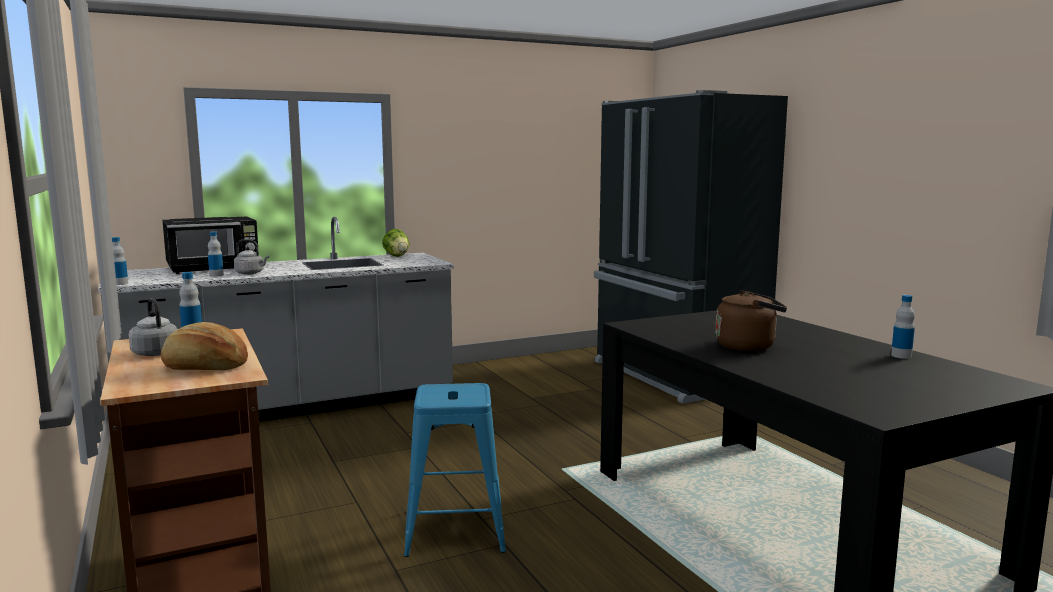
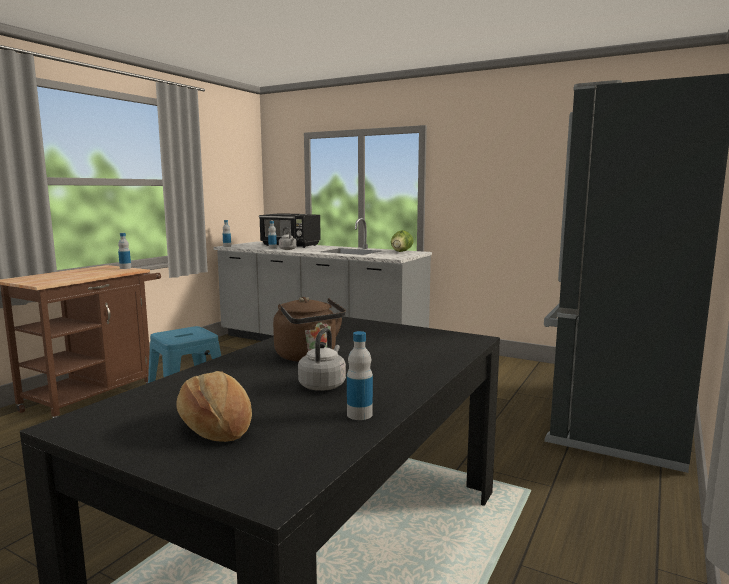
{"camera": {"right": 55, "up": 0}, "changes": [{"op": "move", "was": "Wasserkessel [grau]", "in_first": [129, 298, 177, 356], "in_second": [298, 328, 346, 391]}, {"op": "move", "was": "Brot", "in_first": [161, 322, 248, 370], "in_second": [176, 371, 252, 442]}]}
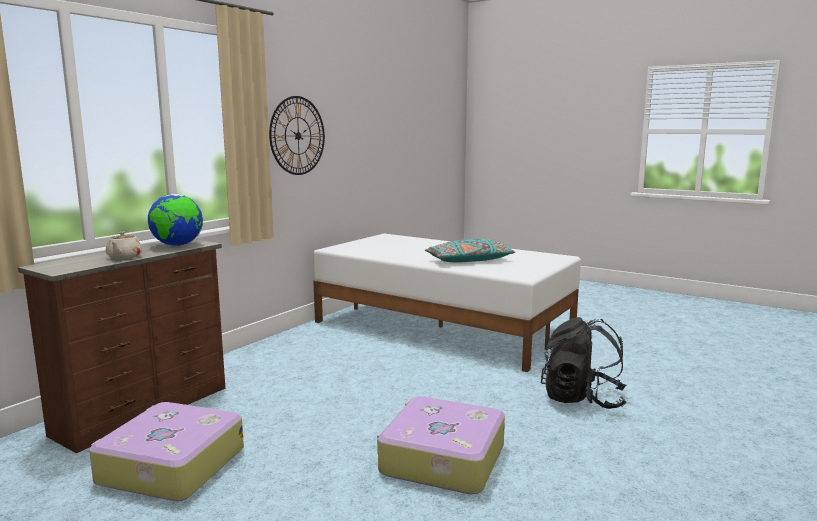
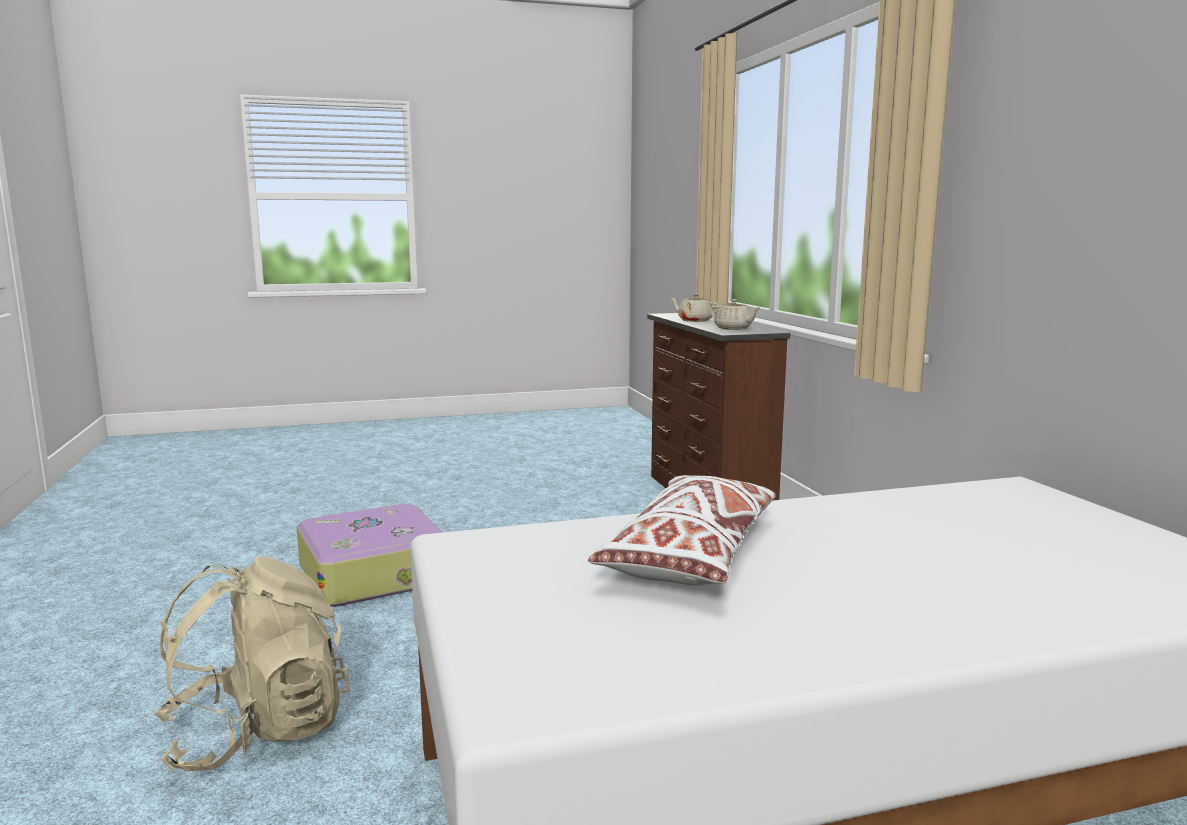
{"camera": {"right": 130, "up": 0}, "changes": [{"op": "delete", "was": "Wanduhr", "in_first": [269, 96, 325, 175]}, {"op": "replace", "was": "Globus", "now": "Teekanne [beige]", "in_first": [148, 194, 203, 246], "in_second": [710, 299, 761, 330]}, {"op": "recolor", "was": "Kissen [türkis]", "now": "Kissen [weiß]", "in_first": [425, 239, 515, 263], "in_second": [588, 475, 776, 586]}, {"op": "recolor", "was": "Rucksack [schwarz]", "now": "Rucksack [beige]", "in_first": [541, 317, 627, 409], "in_second": [155, 556, 350, 772]}, {"op": "delete", "was": "Koffer", "in_first": [89, 402, 244, 501]}]}
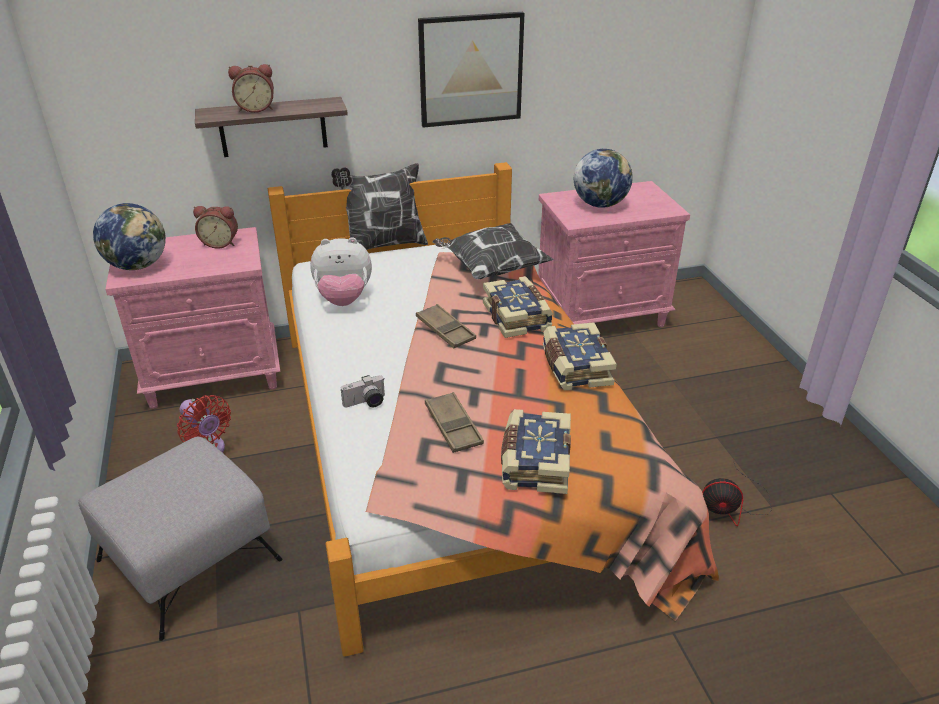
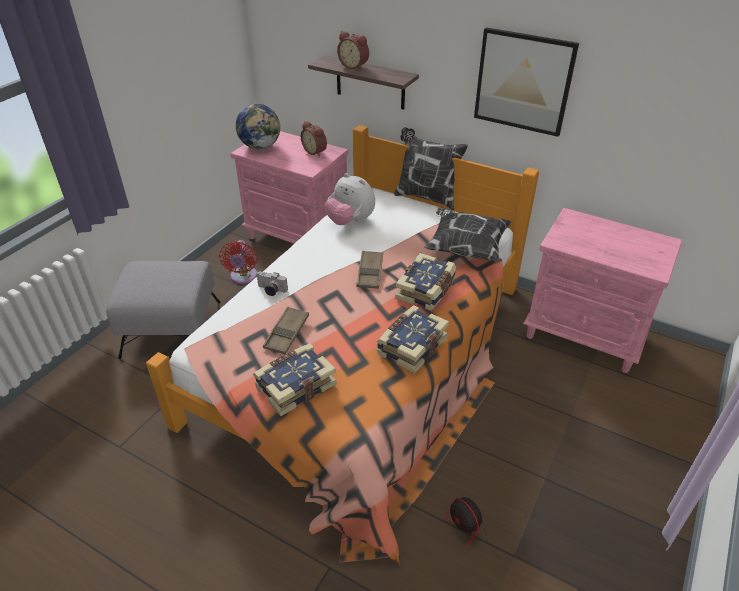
{"camera": {"right": 45, "up": 5}, "changes": [{"op": "delete", "was": "Globus", "in_first": [574, 149, 633, 208]}]}
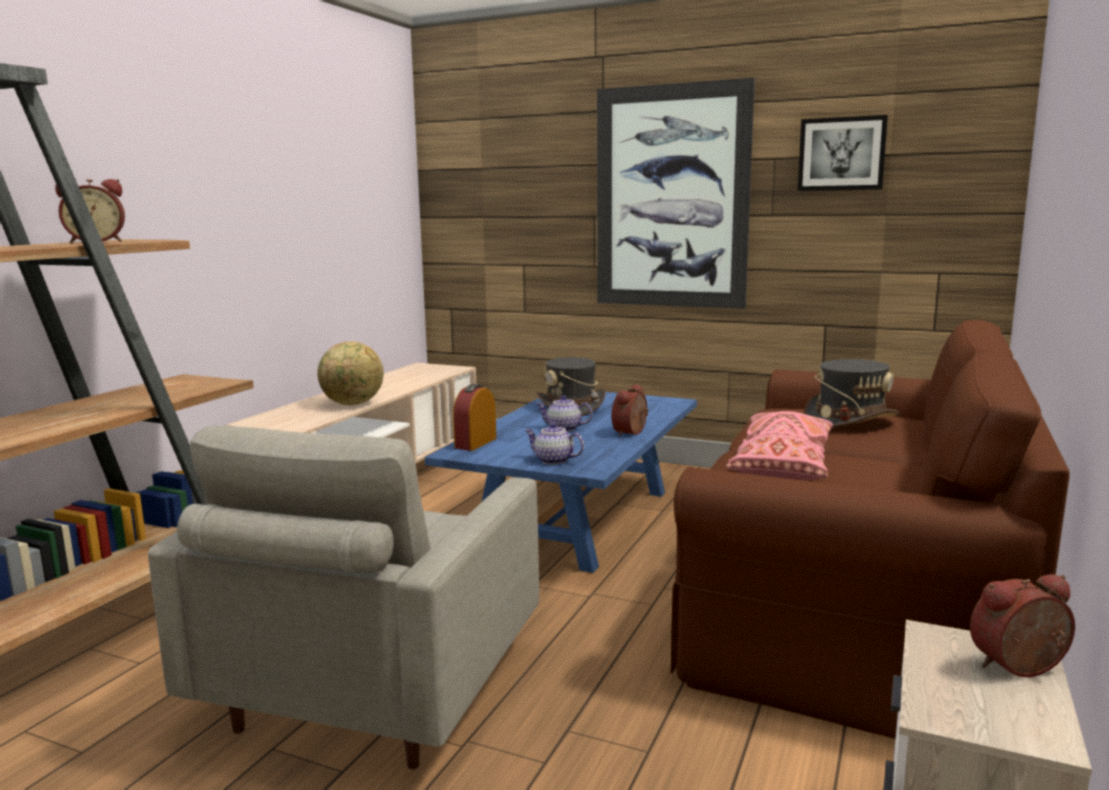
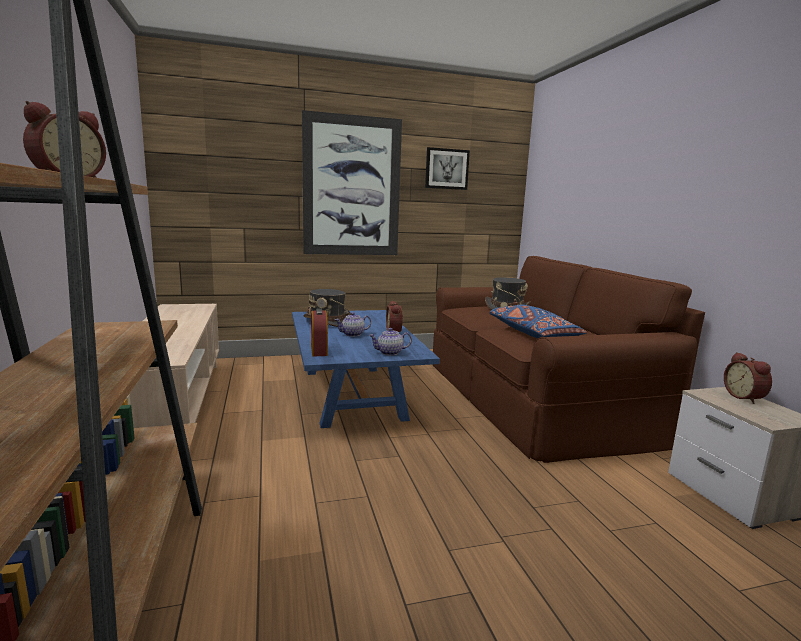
{"camera": {"right": -40, "up": 0}, "changes": [{"op": "delete", "was": "Globus", "in_first": [318, 341, 384, 405]}, {"op": "recolor", "was": "Kissen [rosa]", "now": "Kissen [blau]", "in_first": [726, 411, 833, 481], "in_second": [489, 305, 587, 338]}, {"op": "delete", "was": "Sessel [grau]", "in_first": [148, 425, 539, 769]}, {"op": "rotate", "was": "Wecker", "in_first": [970, 574, 1075, 677], "in_second": [724, 352, 772, 404], "clockwise": -45}]}
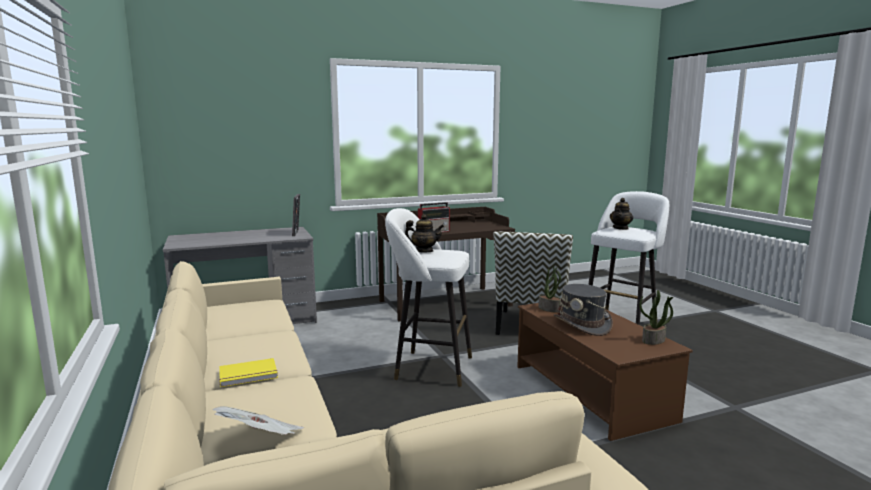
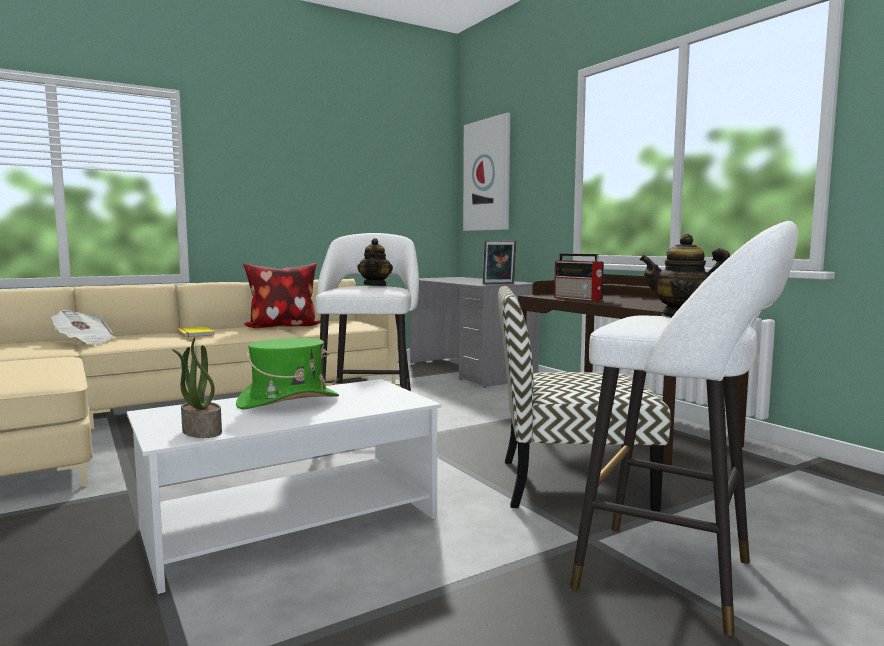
{"camera": {"right": 80, "up": -5}, "changes": [{"op": "delete", "was": "Topfpflanze", "in_first": [538, 266, 561, 312]}, {"op": "recolor", "was": "Hut [grau]", "now": "Hut [grün]", "in_first": [554, 284, 613, 336], "in_second": [236, 338, 339, 409]}, {"op": "recolor", "was": "Couchtisch [braun]", "now": "Couchtisch [weiß]", "in_first": [517, 303, 693, 441], "in_second": [127, 379, 441, 594]}, {"op": "insert", "now": "Bild", "in_second": [463, 113, 510, 231]}, {"op": "insert", "now": "Kissen", "in_second": [243, 263, 321, 328]}]}
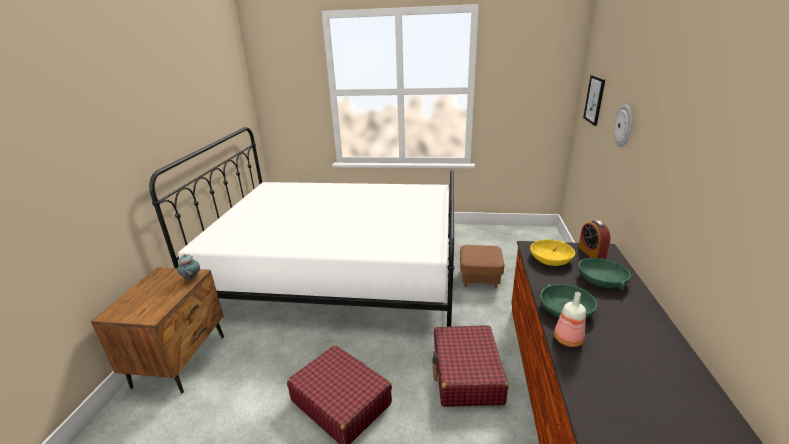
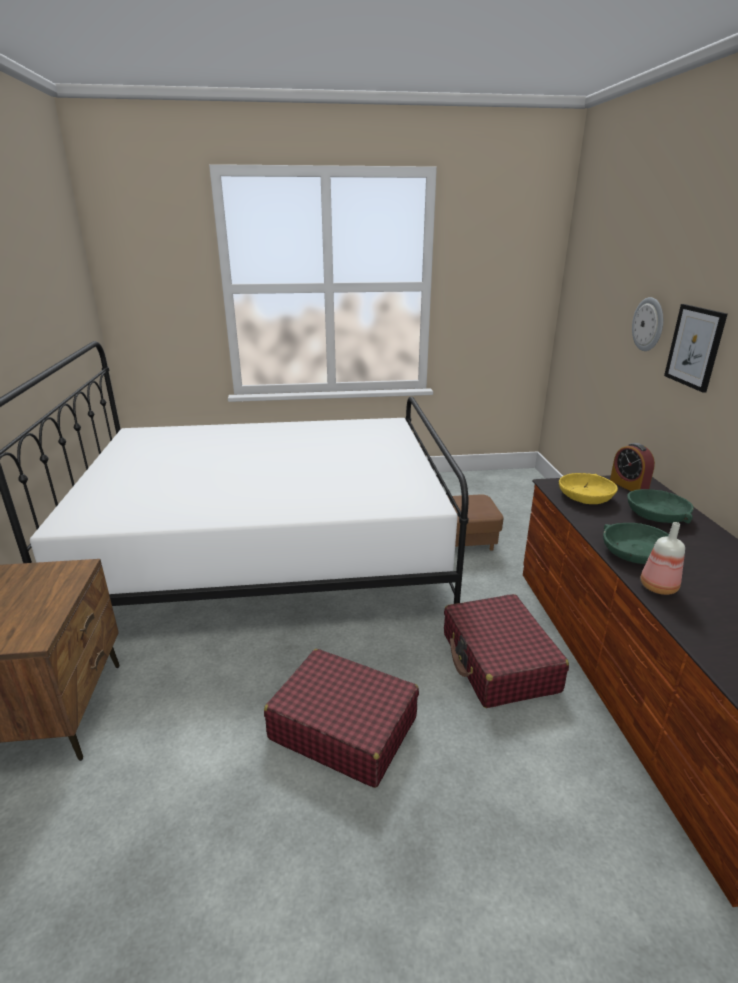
{"camera": {"right": -15, "up": 0}, "changes": [{"op": "move", "was": "Bild", "in_first": [583, 75, 605, 126], "in_second": [664, 304, 727, 393]}, {"op": "delete", "was": "Teekanne", "in_first": [177, 254, 200, 280]}]}
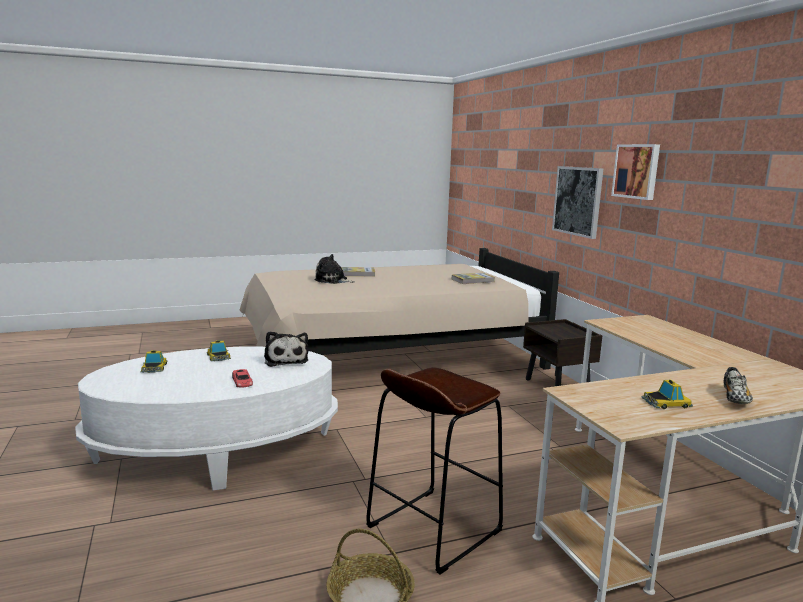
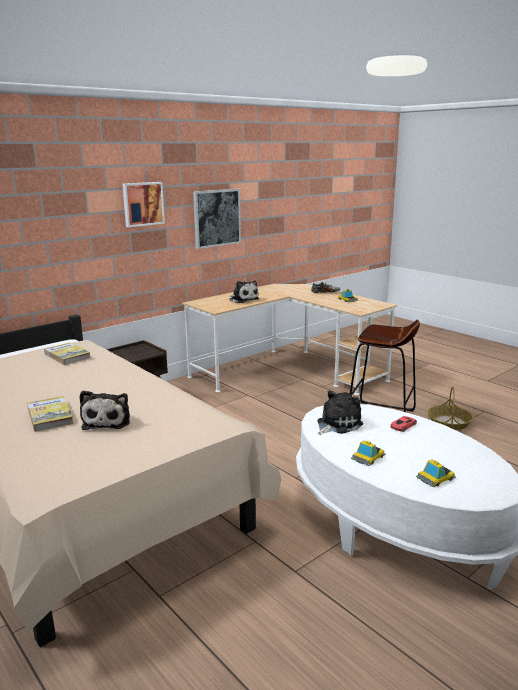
{"camera": {"right": -110, "up": 5}, "changes": [{"op": "move", "was": "Bild", "in_first": [552, 166, 603, 239], "in_second": [193, 189, 241, 249]}, {"op": "insert", "now": "Plüschtier", "in_second": [229, 280, 259, 303]}]}
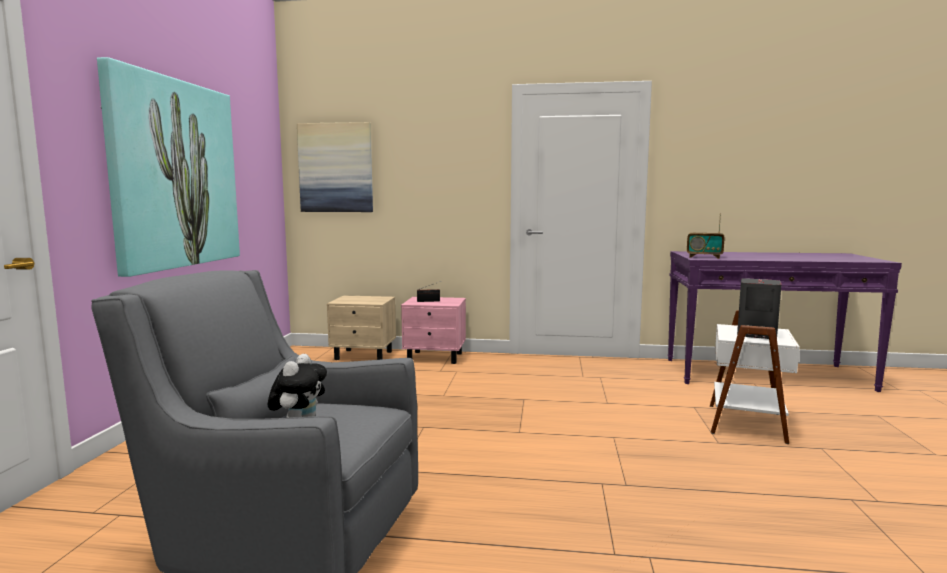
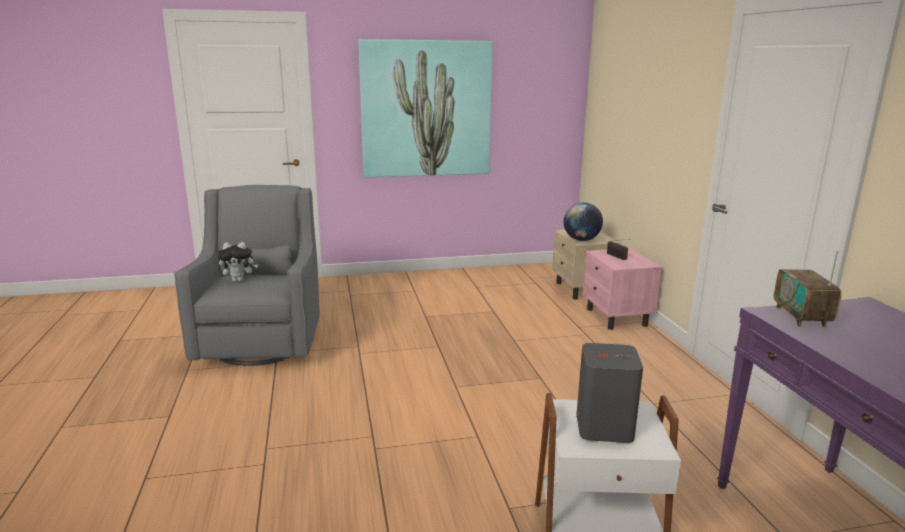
{"camera": {"right": 70, "up": 10}, "changes": [{"op": "delete", "was": "Bild", "in_first": [297, 122, 373, 212]}, {"op": "insert", "now": "Globus", "in_second": [564, 202, 603, 241]}]}
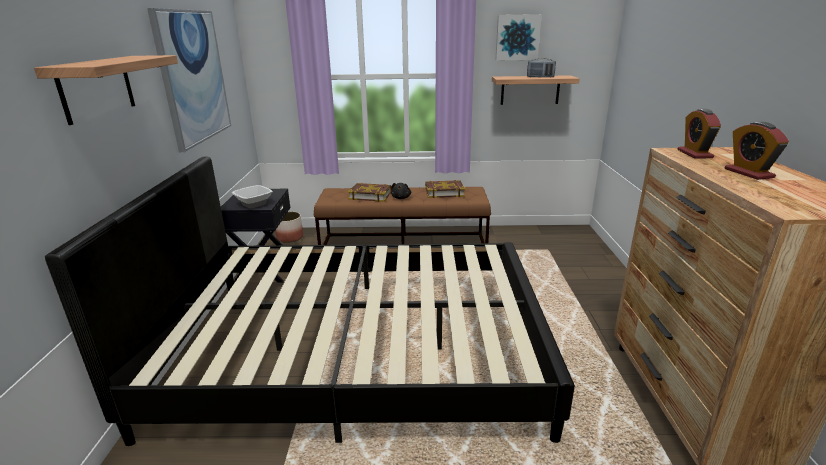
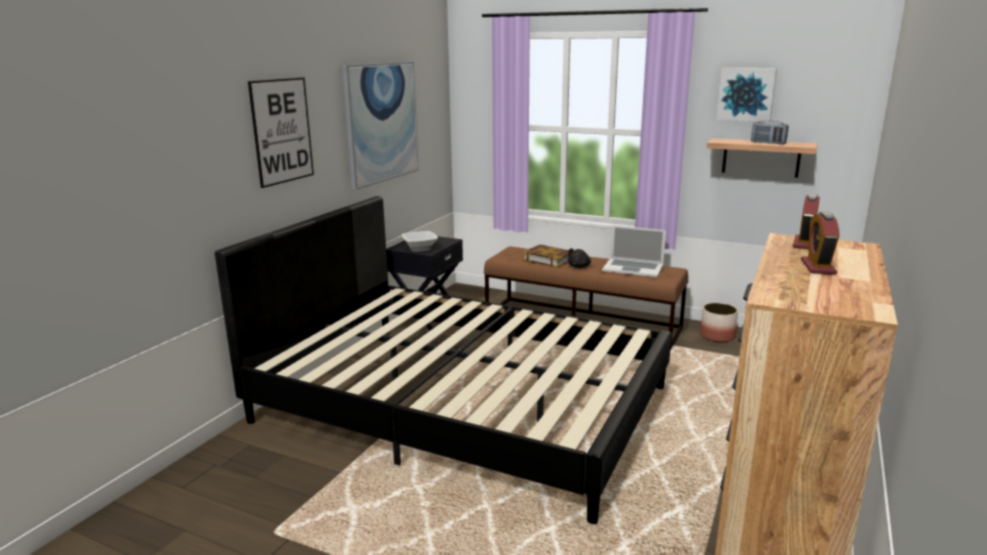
{"camera": {"right": 25, "up": -5}, "changes": [{"op": "replace", "was": "Wandregal", "now": "Bild", "in_first": [34, 55, 178, 125], "in_second": [248, 77, 314, 188]}, {"op": "replace", "was": "Buch", "now": "Laptop", "in_first": [425, 180, 465, 198], "in_second": [602, 225, 666, 277]}, {"op": "move", "was": "Pflanzkübel", "in_first": [275, 212, 303, 243], "in_second": [700, 303, 738, 342]}]}
